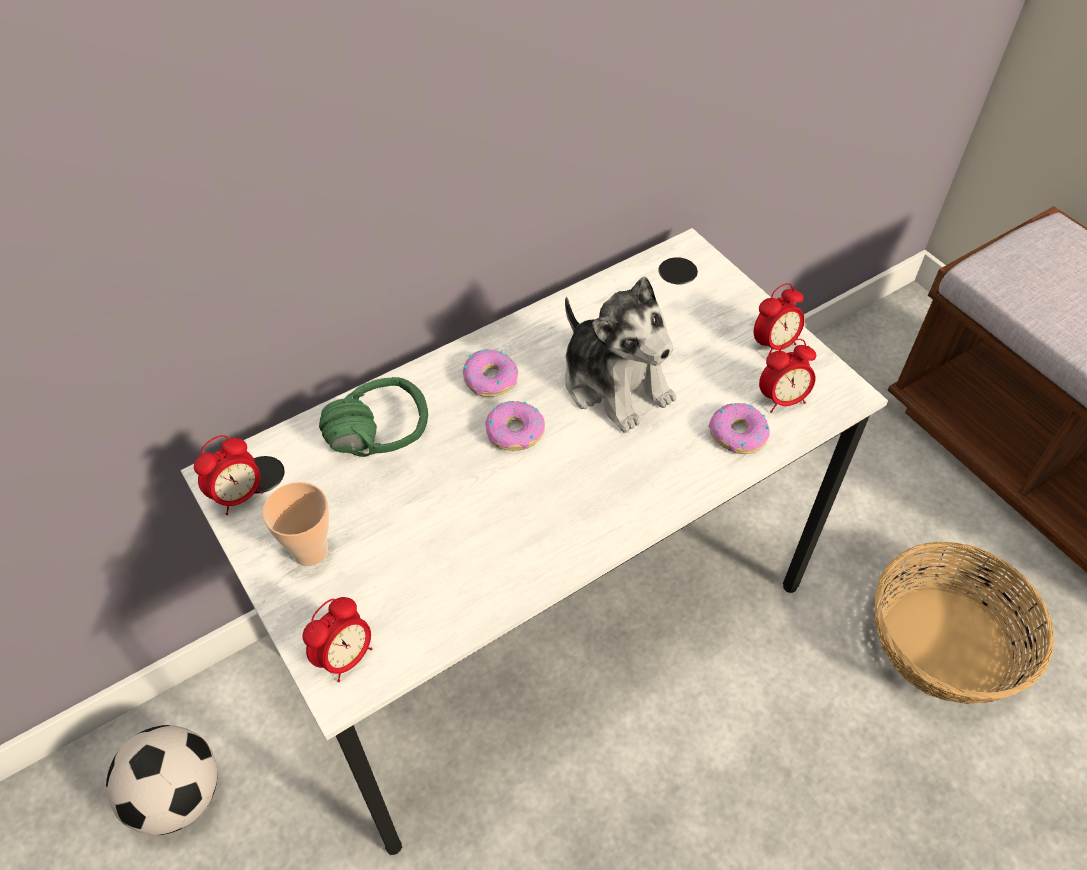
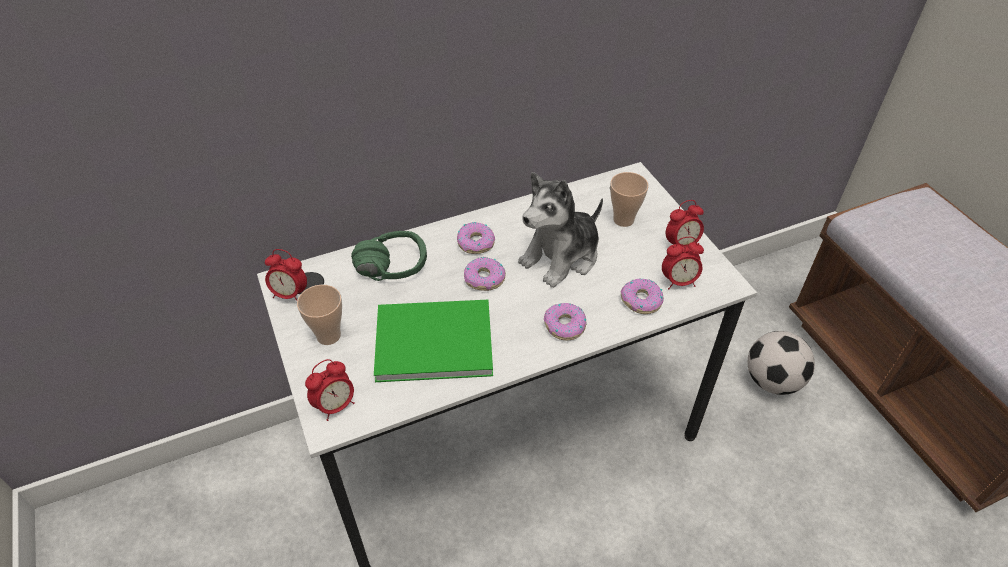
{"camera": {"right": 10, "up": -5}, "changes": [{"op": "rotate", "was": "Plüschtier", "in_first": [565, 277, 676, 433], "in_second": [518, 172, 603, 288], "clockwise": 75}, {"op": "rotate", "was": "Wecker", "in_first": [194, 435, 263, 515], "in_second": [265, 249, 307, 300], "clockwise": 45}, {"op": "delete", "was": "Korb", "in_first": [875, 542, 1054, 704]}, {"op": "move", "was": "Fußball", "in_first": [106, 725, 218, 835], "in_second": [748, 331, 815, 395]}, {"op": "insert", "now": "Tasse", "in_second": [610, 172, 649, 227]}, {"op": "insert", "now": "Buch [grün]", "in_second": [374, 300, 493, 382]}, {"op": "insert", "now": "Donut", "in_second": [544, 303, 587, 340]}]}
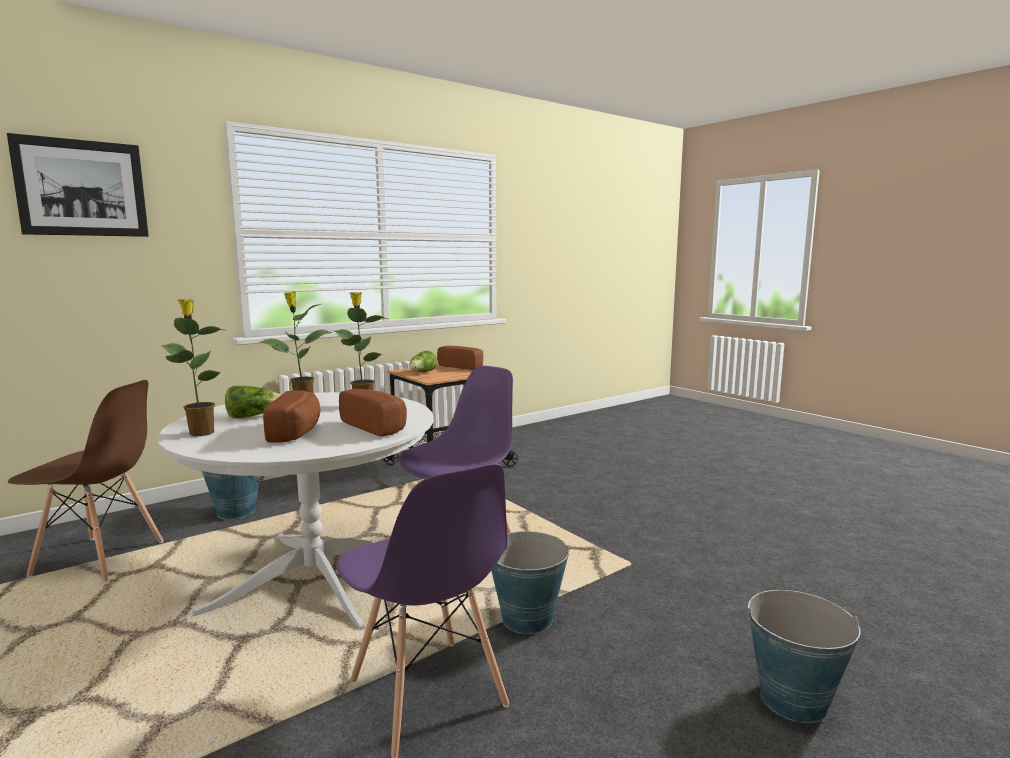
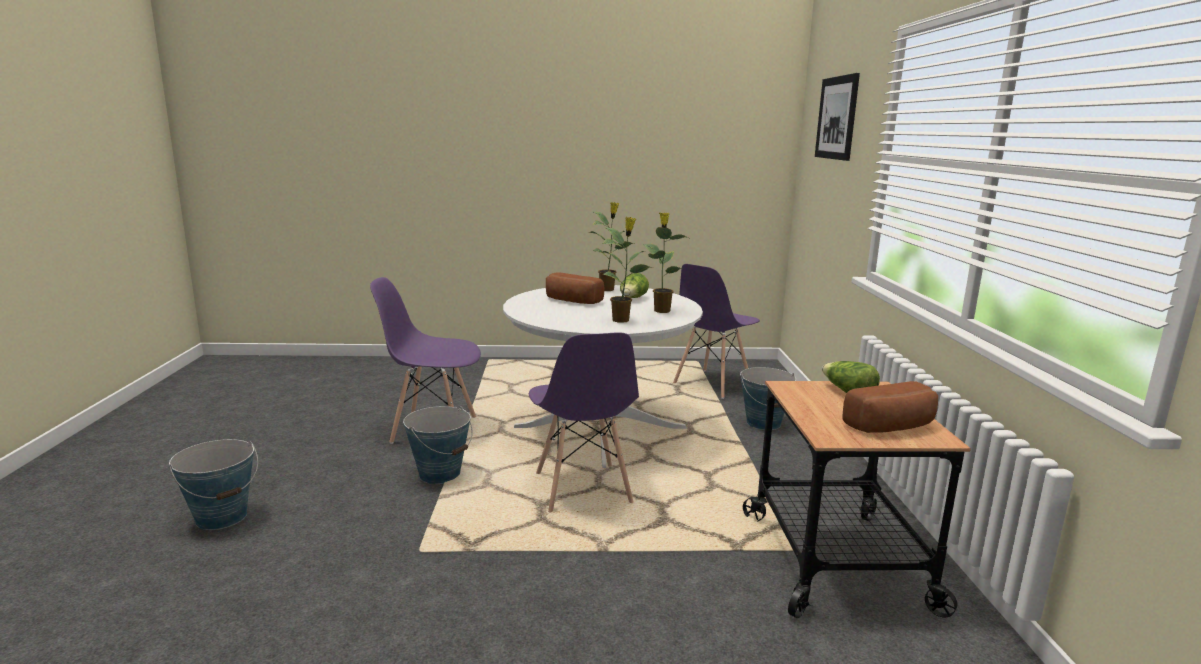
{"camera": {"right": 125, "up": 5}, "changes": [{"op": "recolor", "was": "Stuhl [braun]", "now": "Stuhl [lila]", "in_first": [8, 380, 164, 581], "in_second": [673, 264, 760, 399]}, {"op": "delete", "was": "Brot", "in_first": [339, 389, 407, 436]}]}
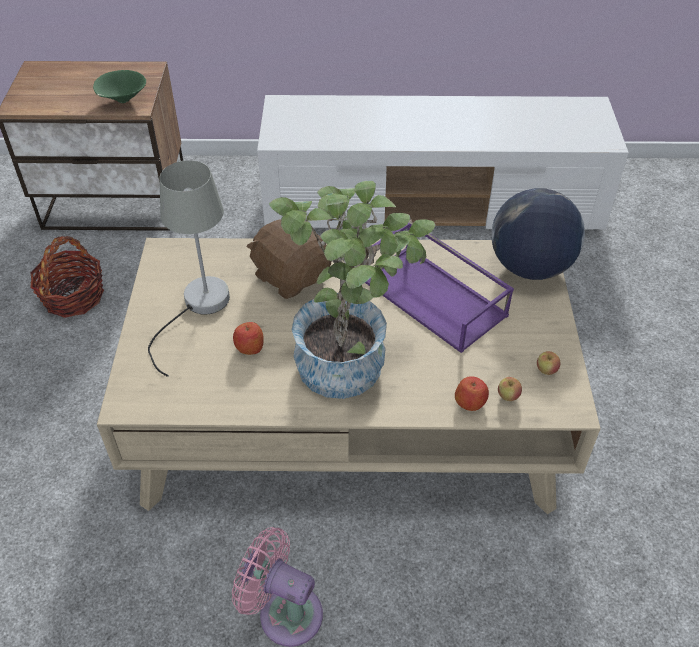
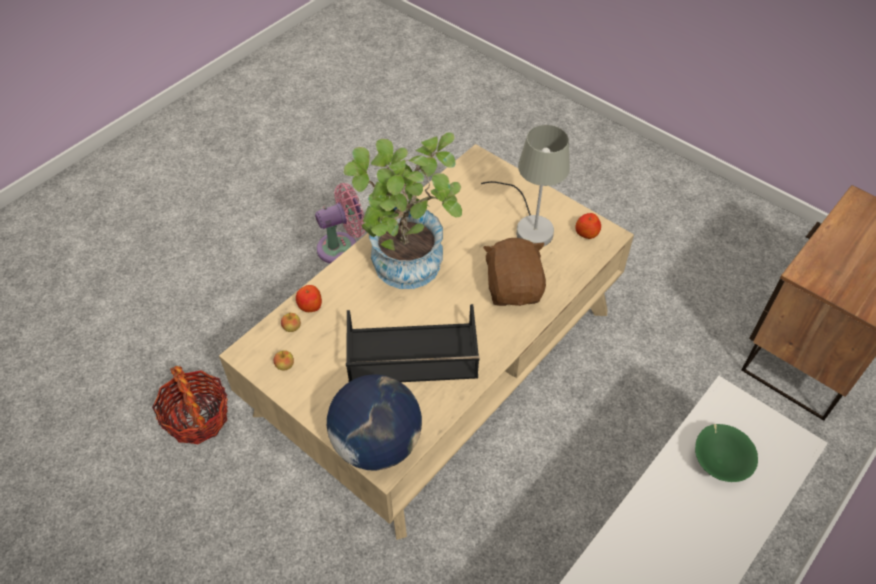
{"camera": {"right": 130, "up": 5}, "changes": [{"op": "move", "was": "Schüssel [grün]", "in_first": [93, 70, 146, 103], "in_second": [695, 424, 758, 482]}, {"op": "rotate", "was": "Plüschtier [braun]", "in_first": [247, 220, 331, 299], "in_second": [483, 238, 546, 306], "clockwise": -90}, {"op": "recolor", "was": "Tablett [lila]", "now": "Tablett [schwarz]", "in_first": [365, 221, 514, 353], "in_second": [346, 304, 480, 382]}, {"op": "move", "was": "Korb", "in_first": [30, 236, 104, 318], "in_second": [152, 366, 228, 444]}, {"op": "move", "was": "Apfel", "in_first": [233, 322, 264, 355], "in_second": [576, 213, 601, 239]}]}
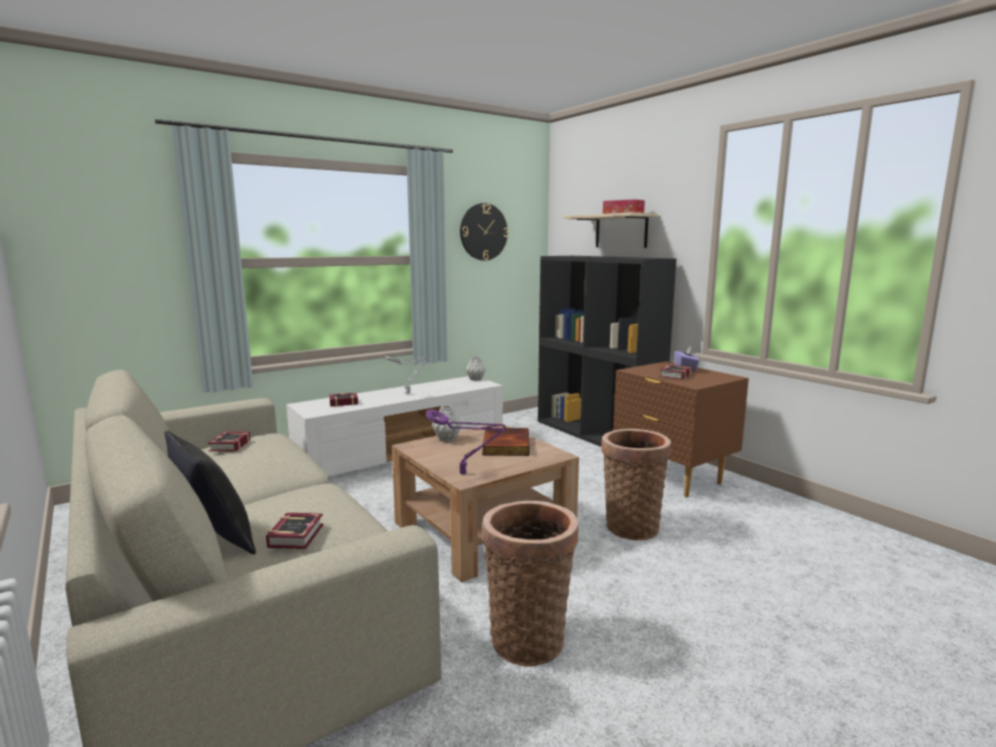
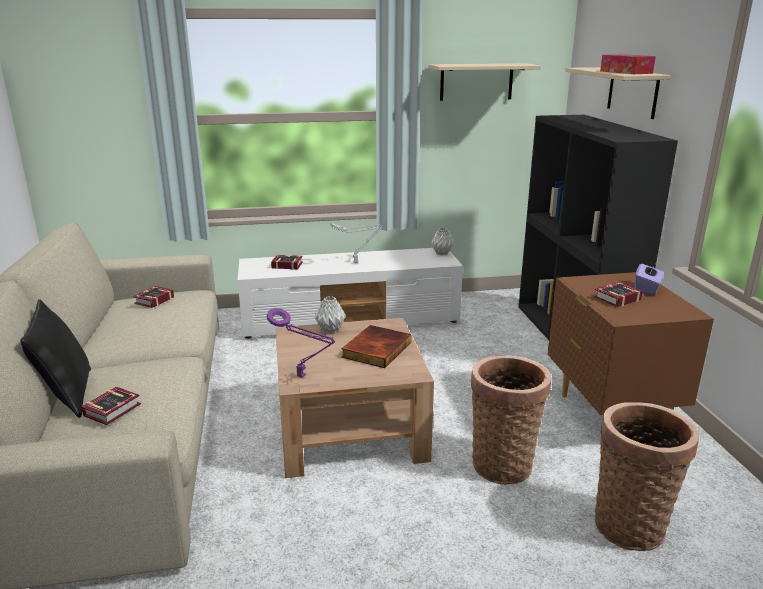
{"camera": {"right": 25, "up": 10}, "changes": [{"op": "replace", "was": "Wanduhr", "now": "Wandregal [beige]", "in_first": [460, 203, 508, 260], "in_second": [428, 63, 541, 101]}, {"op": "move", "was": "Korb", "in_first": [482, 501, 578, 667], "in_second": [595, 402, 699, 551]}]}
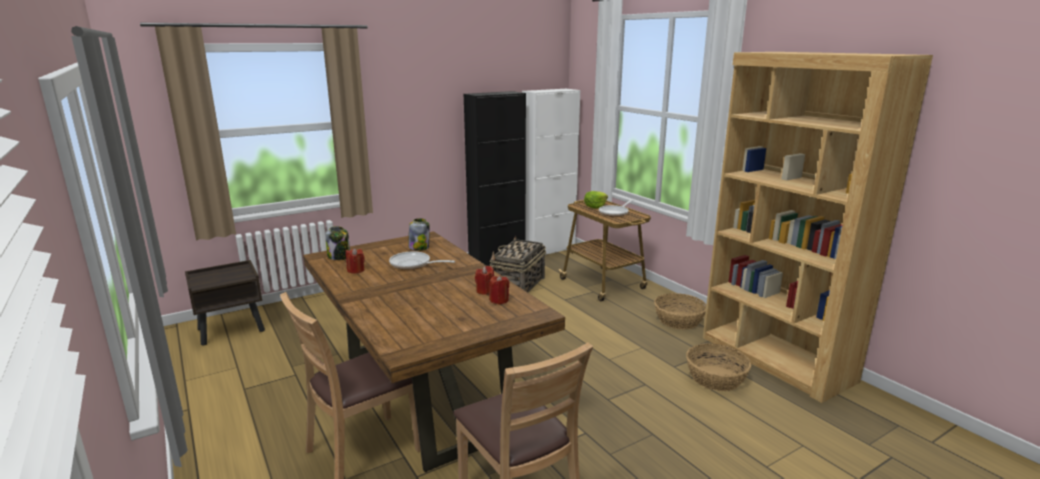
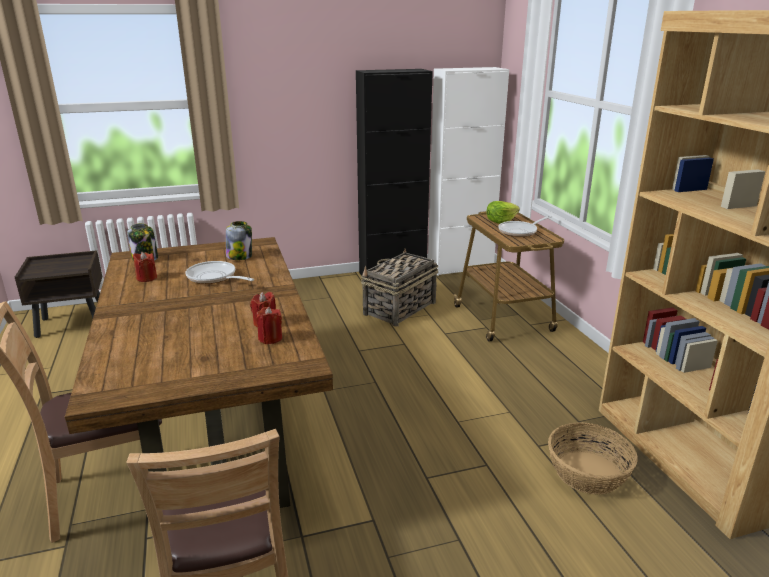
{"camera": {"right": 15, "up": 5}, "changes": [{"op": "delete", "was": "Korb", "in_first": [654, 293, 706, 329]}]}
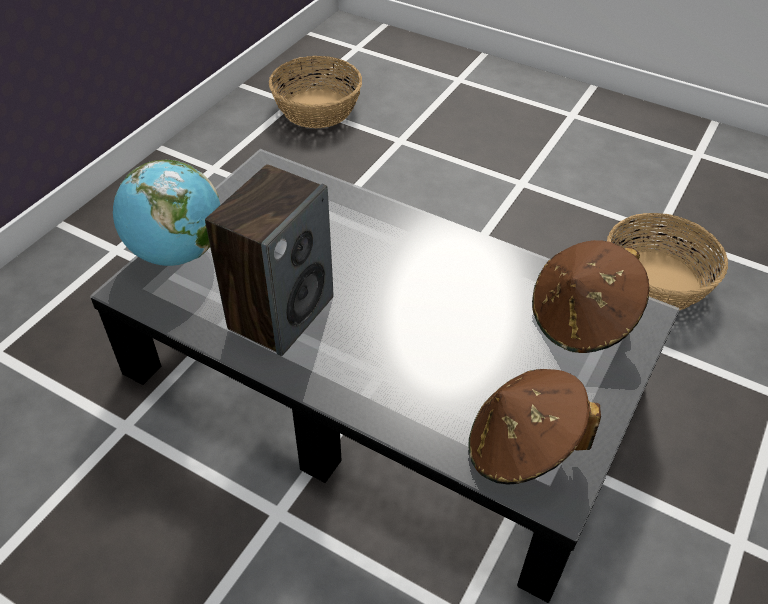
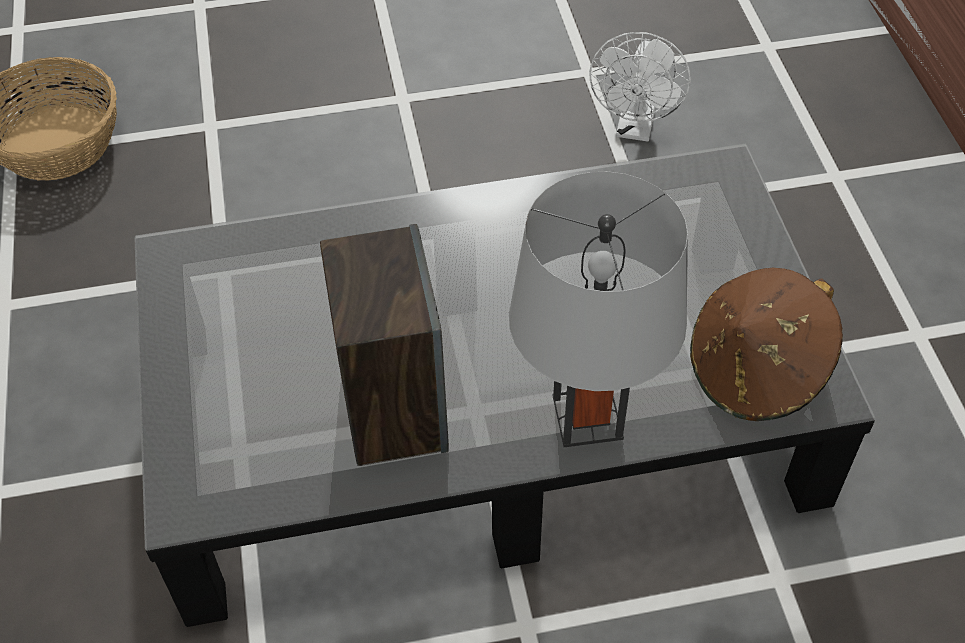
{"camera": {"right": -40, "up": 5}, "changes": [{"op": "delete", "was": "Globus", "in_first": [113, 160, 220, 266]}, {"op": "replace", "was": "Korb", "now": "Ventilator [weiß]", "in_first": [607, 213, 728, 310], "in_second": [589, 32, 691, 141]}, {"op": "delete", "was": "Hut [braun]", "in_first": [532, 240, 649, 353]}, {"op": "insert", "now": "Tischlampe [grau]", "in_second": [509, 171, 688, 447]}]}
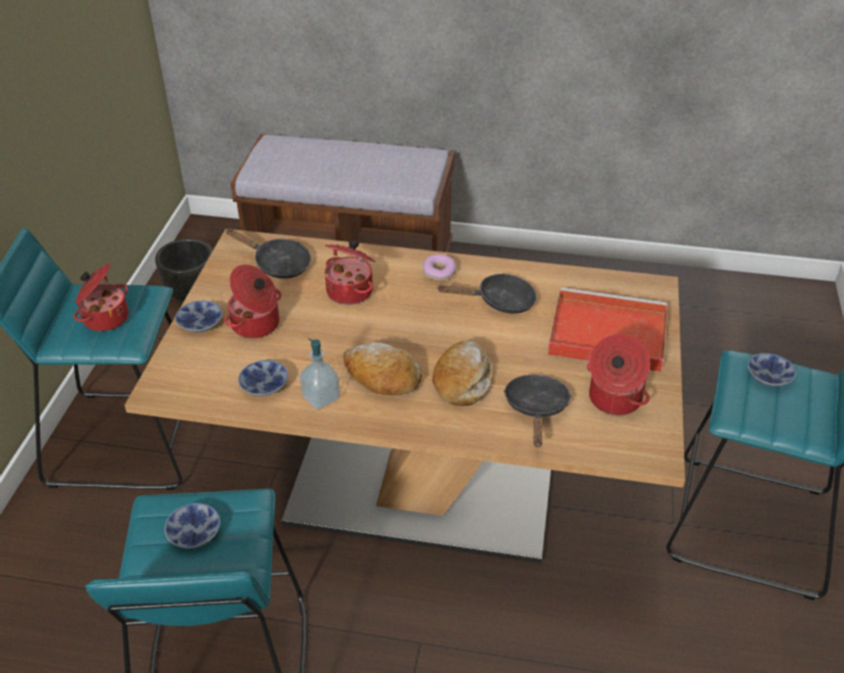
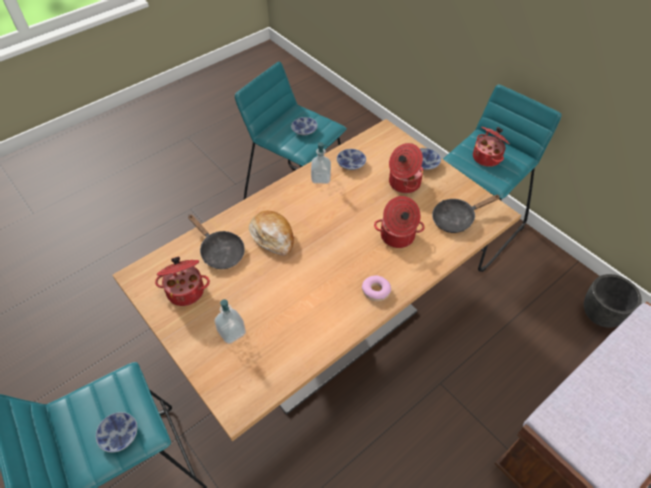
{"camera": {"right": 130, "up": 10}, "changes": [{"op": "delete", "was": "Pfanne [schwarz]", "in_first": [437, 273, 537, 314]}, {"op": "replace", "was": "Tablett [rot]", "now": "Seifenspender", "in_first": [548, 287, 667, 372], "in_second": [214, 299, 246, 344]}, {"op": "delete", "was": "Brot", "in_first": [344, 342, 422, 395]}]}
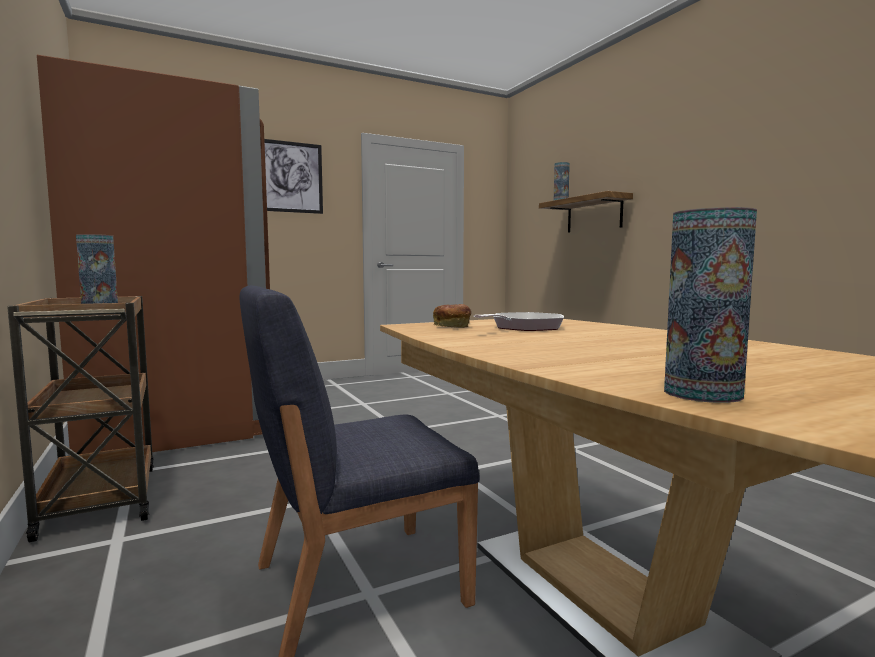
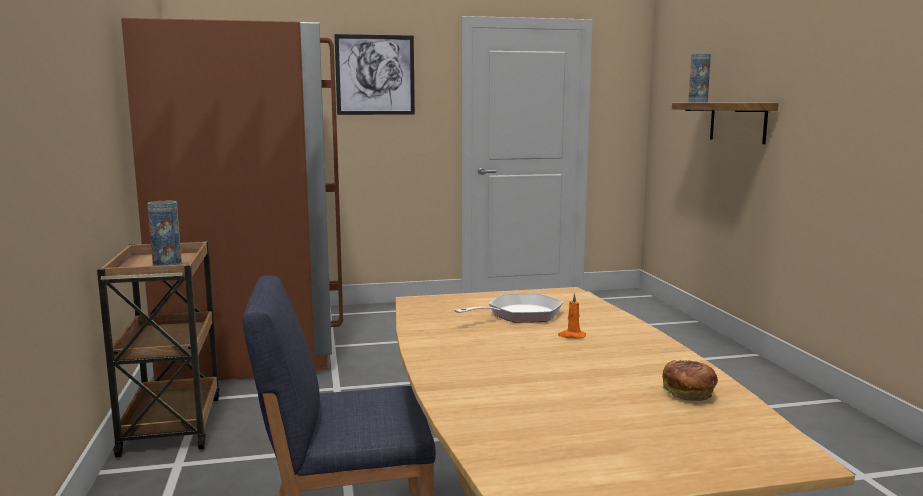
{"camera": {"right": 15, "up": 5}, "changes": [{"op": "delete", "was": "Vase", "in_first": [664, 207, 757, 403]}, {"op": "move", "was": "Brot", "in_first": [433, 304, 471, 328], "in_second": [662, 360, 718, 401]}, {"op": "insert", "now": "Kerze [orange]", "in_second": [558, 293, 586, 339]}]}
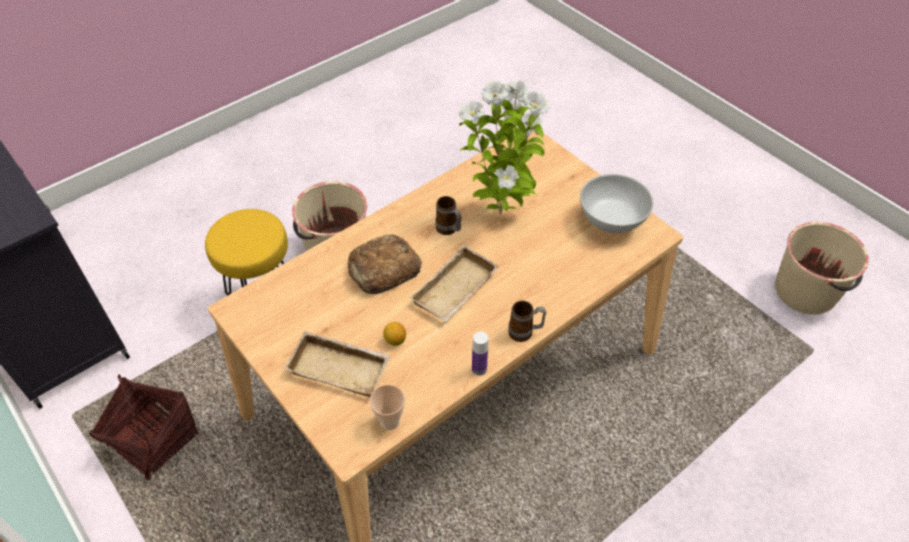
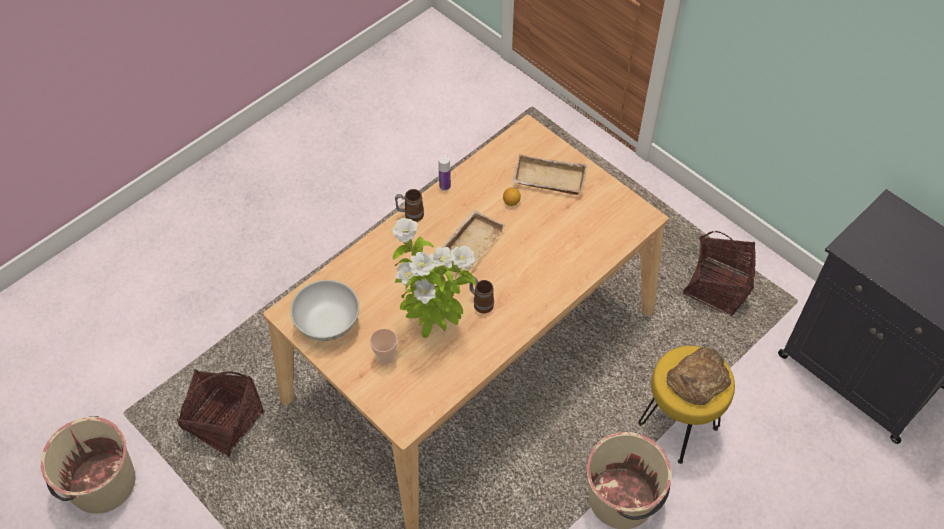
{"camera": {"right": 175, "up": 5}, "changes": [{"op": "move", "was": "Brot", "in_first": [348, 234, 422, 294], "in_second": [666, 347, 731, 405]}, {"op": "move", "was": "Tasse", "in_first": [370, 385, 405, 430], "in_second": [370, 328, 397, 364]}, {"op": "insert", "now": "Korb", "in_second": [177, 369, 264, 457]}]}
